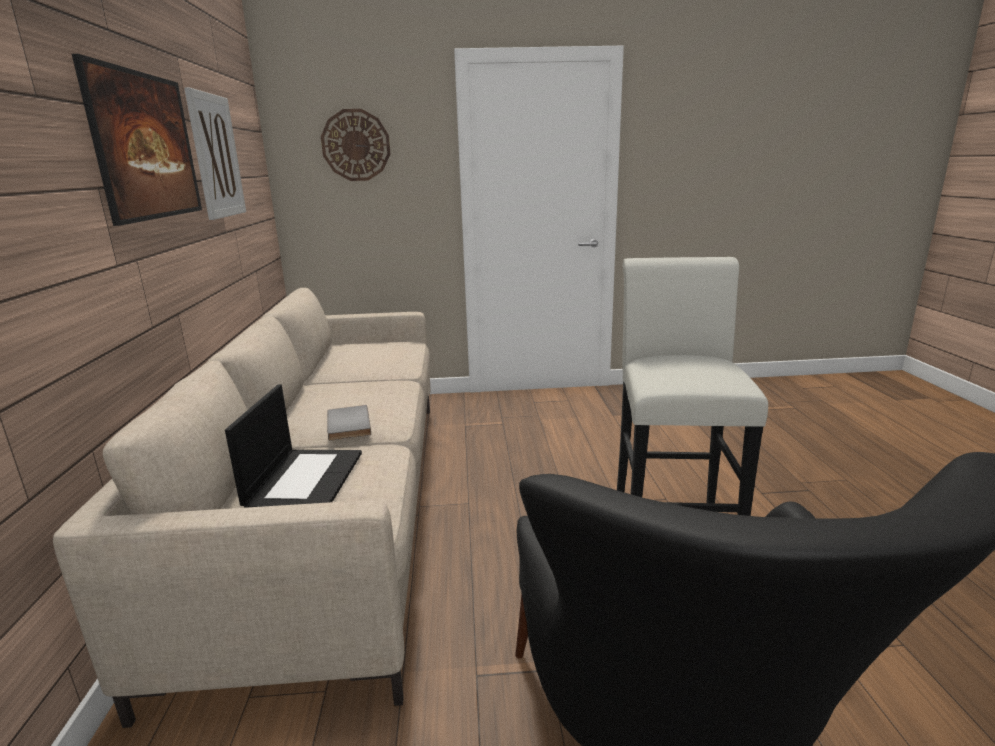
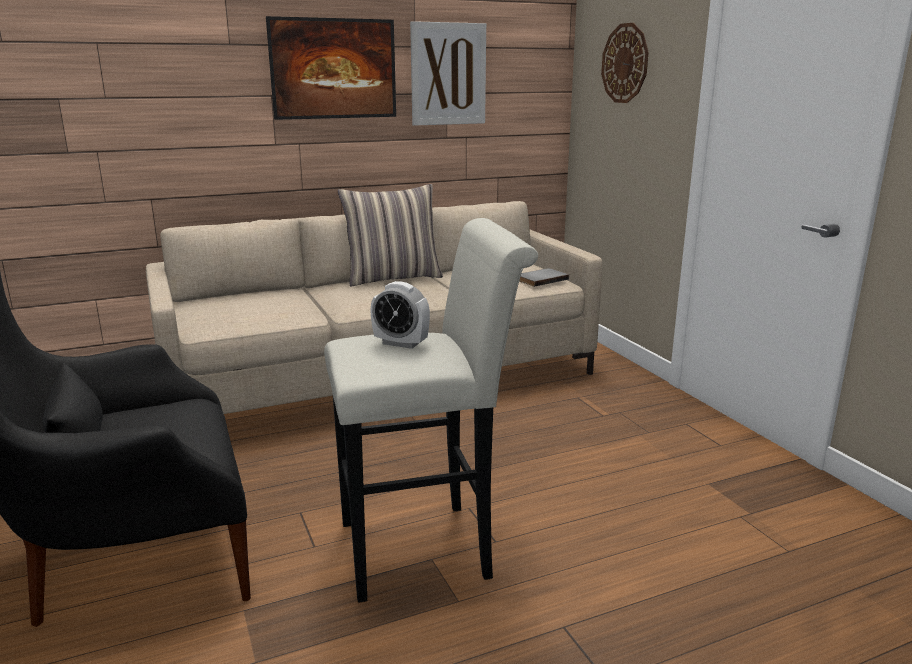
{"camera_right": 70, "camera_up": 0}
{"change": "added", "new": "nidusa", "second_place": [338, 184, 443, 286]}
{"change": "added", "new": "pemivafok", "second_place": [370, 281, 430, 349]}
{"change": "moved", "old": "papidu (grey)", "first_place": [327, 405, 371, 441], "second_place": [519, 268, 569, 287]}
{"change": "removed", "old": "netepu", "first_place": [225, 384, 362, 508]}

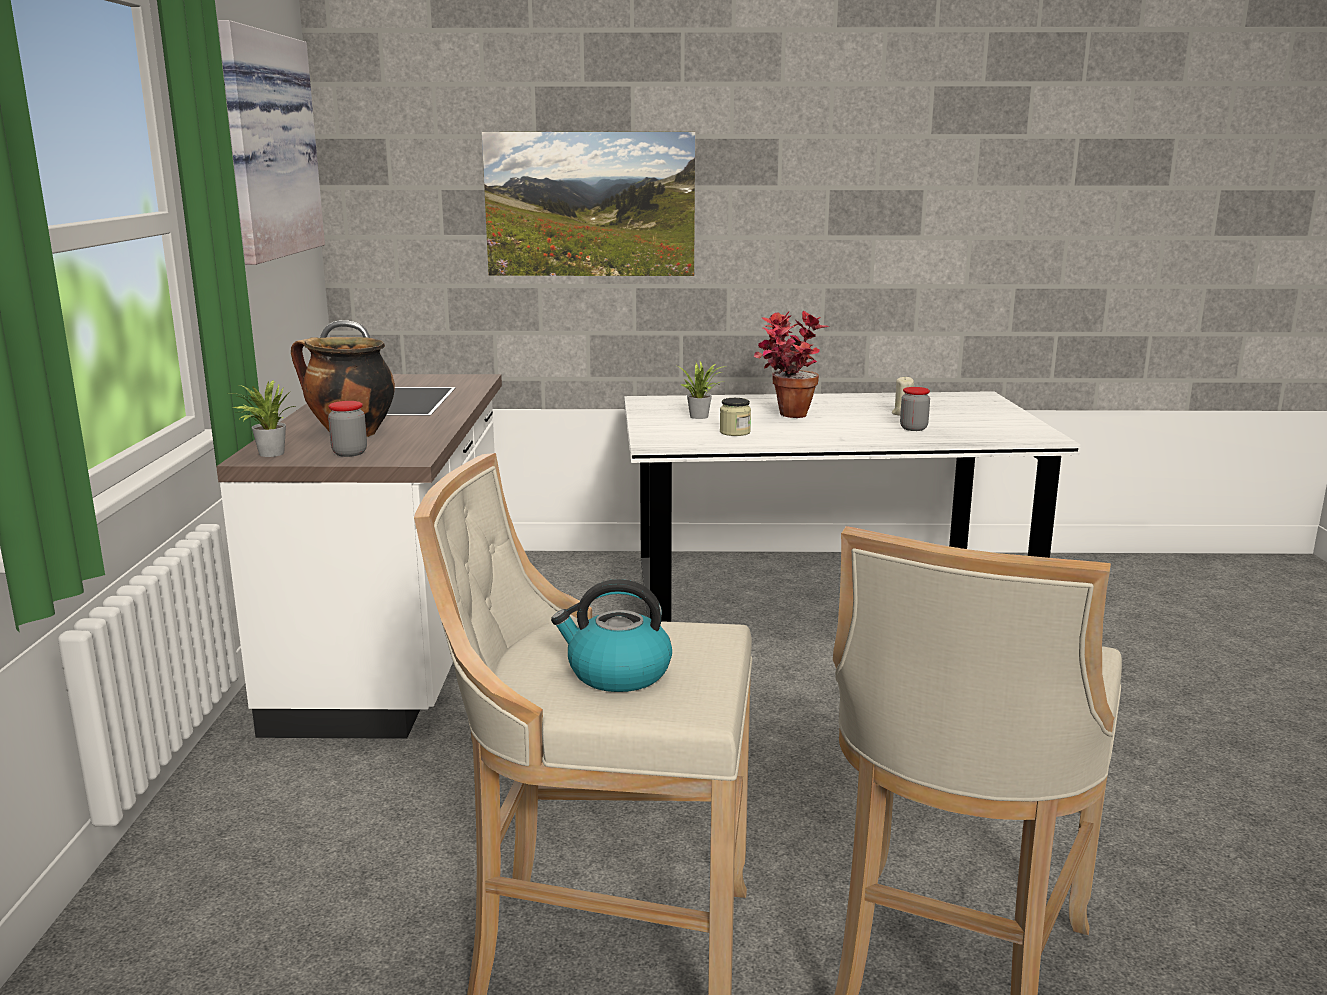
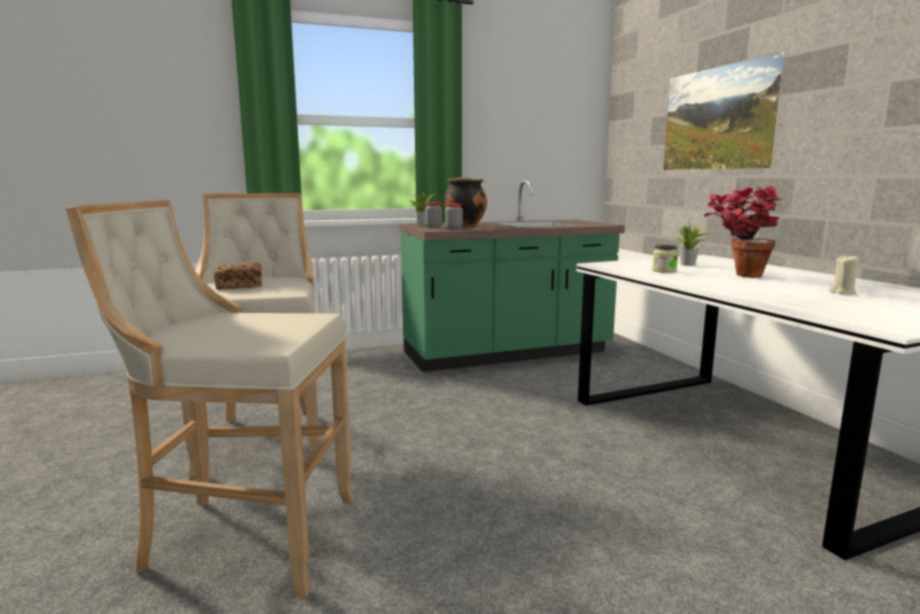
{"camera_right": 70, "camera_up": -5}
{"change": "replaced", "old": "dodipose", "new": "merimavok", "first_place": [551, 579, 672, 692], "second_place": [214, 262, 262, 290]}
{"change": "recoloured", "old": "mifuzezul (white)", "new": "mifuzezul (green)", "first_place": [216, 320, 502, 739], "second_place": [399, 180, 625, 372]}
{"change": "moved", "old": "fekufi", "first_place": [900, 387, 930, 431], "second_place": [445, 203, 463, 230]}
{"change": "removed", "old": "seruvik", "first_place": [218, 20, 325, 265]}

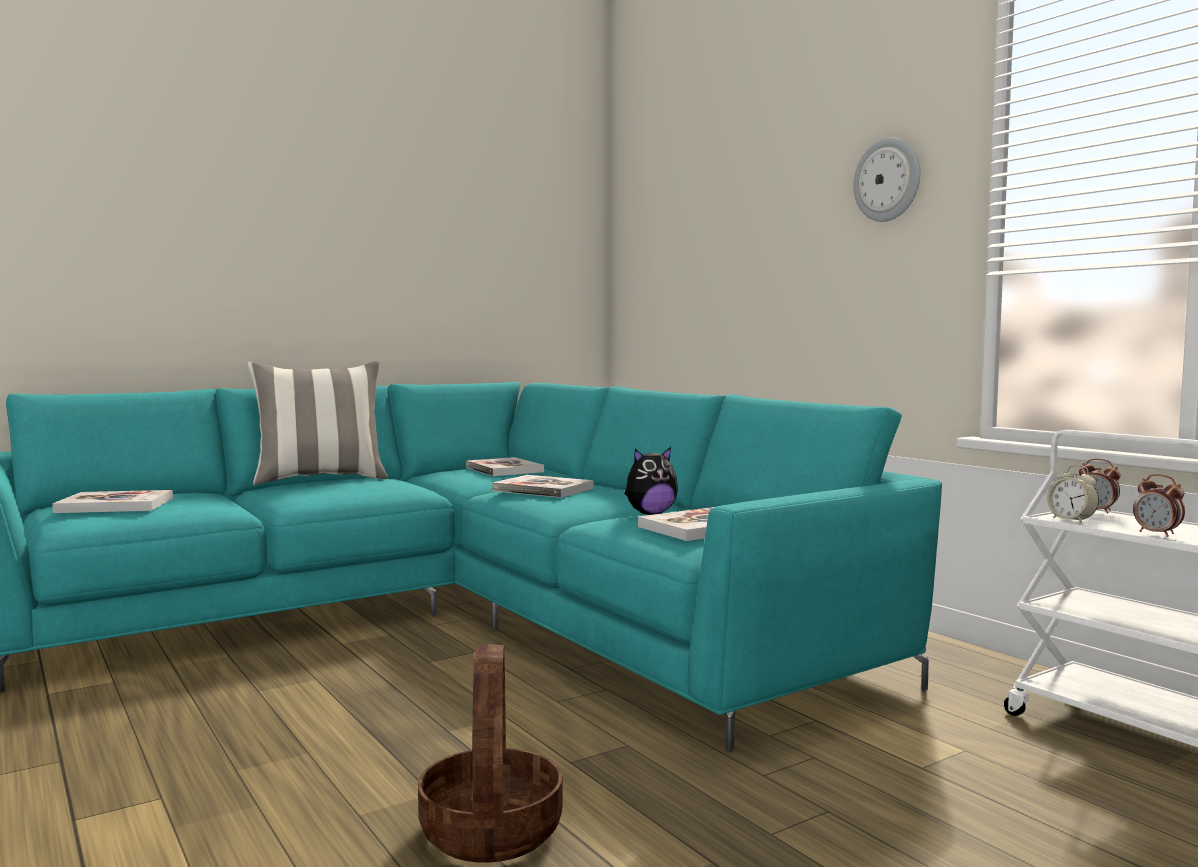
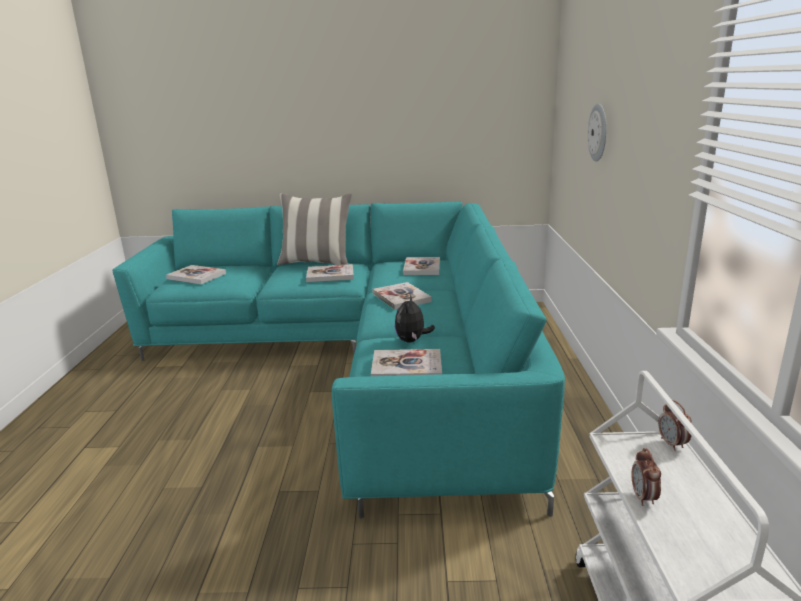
{"camera_right": 35, "camera_up": 15}
{"change": "added", "new": "papidu", "second_place": [306, 264, 354, 282]}
{"change": "turned", "old": "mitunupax", "first_place": [624, 447, 678, 515], "second_place": [395, 295, 435, 343], "degrees": 90}
{"change": "moved", "old": "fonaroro", "first_place": [853, 137, 920, 222], "second_place": [588, 104, 607, 162]}
{"change": "removed", "old": "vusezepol", "first_place": [418, 644, 563, 863]}
{"change": "removed", "old": "pemivafok", "first_place": [1047, 465, 1099, 523]}

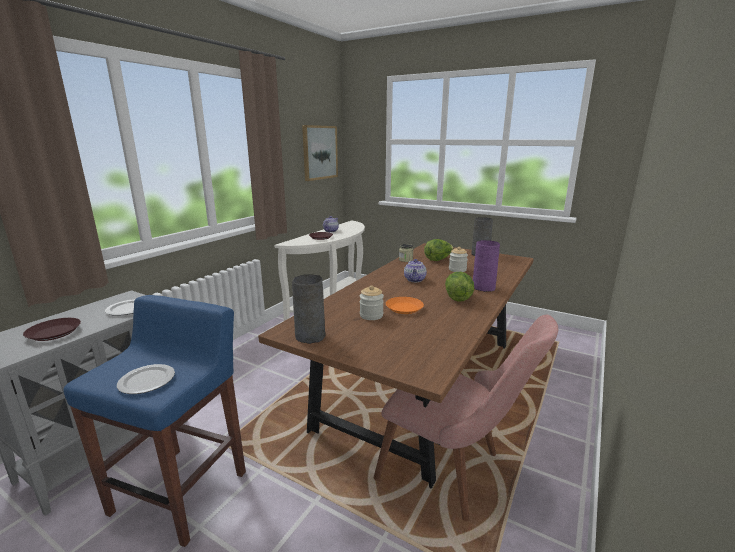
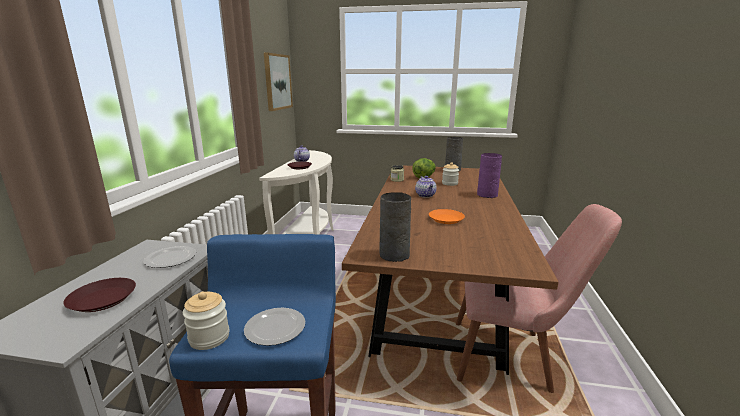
{"camera_right": -20, "camera_up": 0}
{"change": "moved", "old": "fekufi", "first_place": [360, 285, 384, 320], "second_place": [183, 292, 229, 350]}
{"change": "removed", "old": "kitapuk", "first_place": [445, 272, 474, 302]}

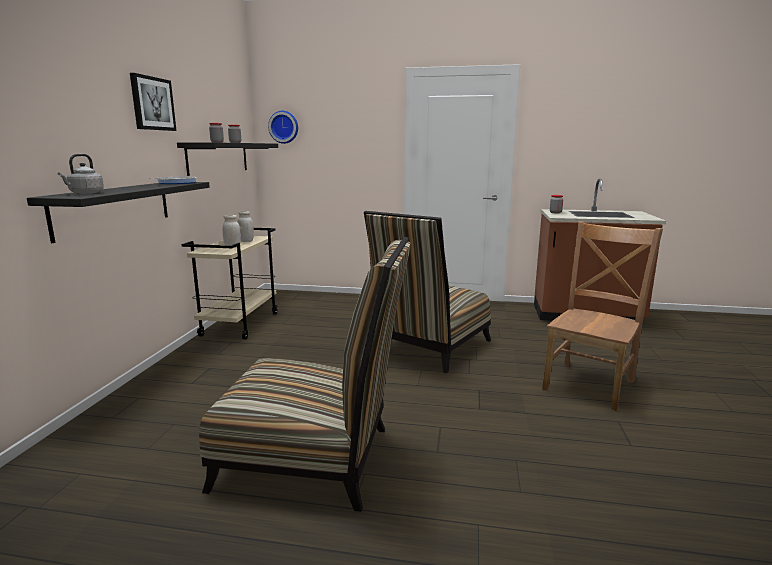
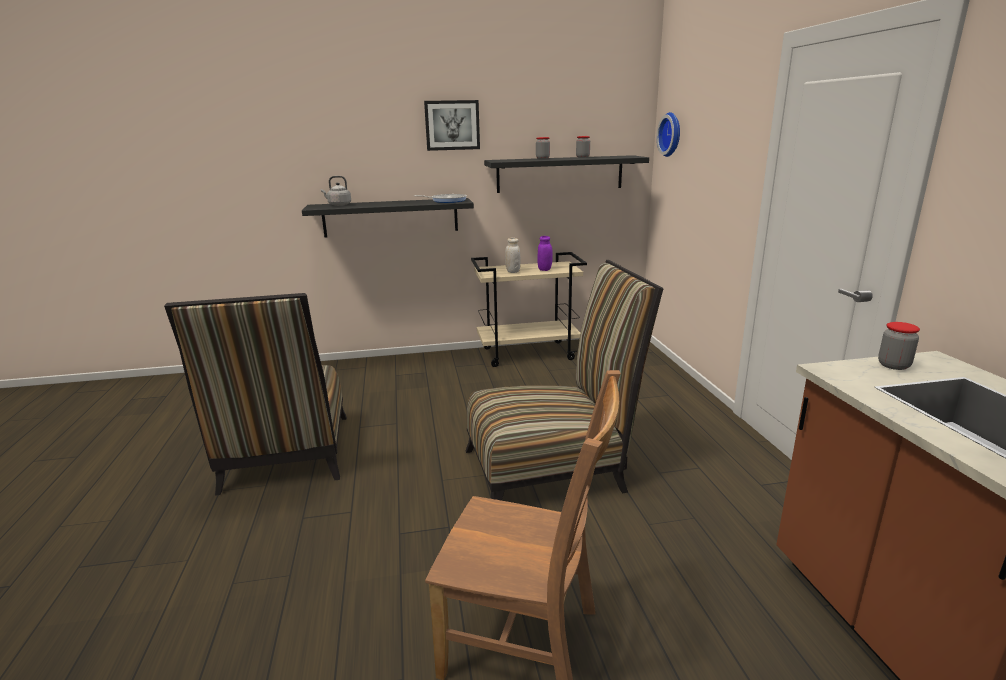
{"camera_right": 70, "camera_up": 5}
{"change": "turned", "old": "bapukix", "first_place": [364, 211, 491, 373], "second_place": [466, 260, 664, 501], "degrees": 150}
{"change": "recoloured", "old": "fekufi (white)", "new": "fekufi (purple)", "first_place": [237, 211, 254, 242], "second_place": [537, 236, 553, 271]}

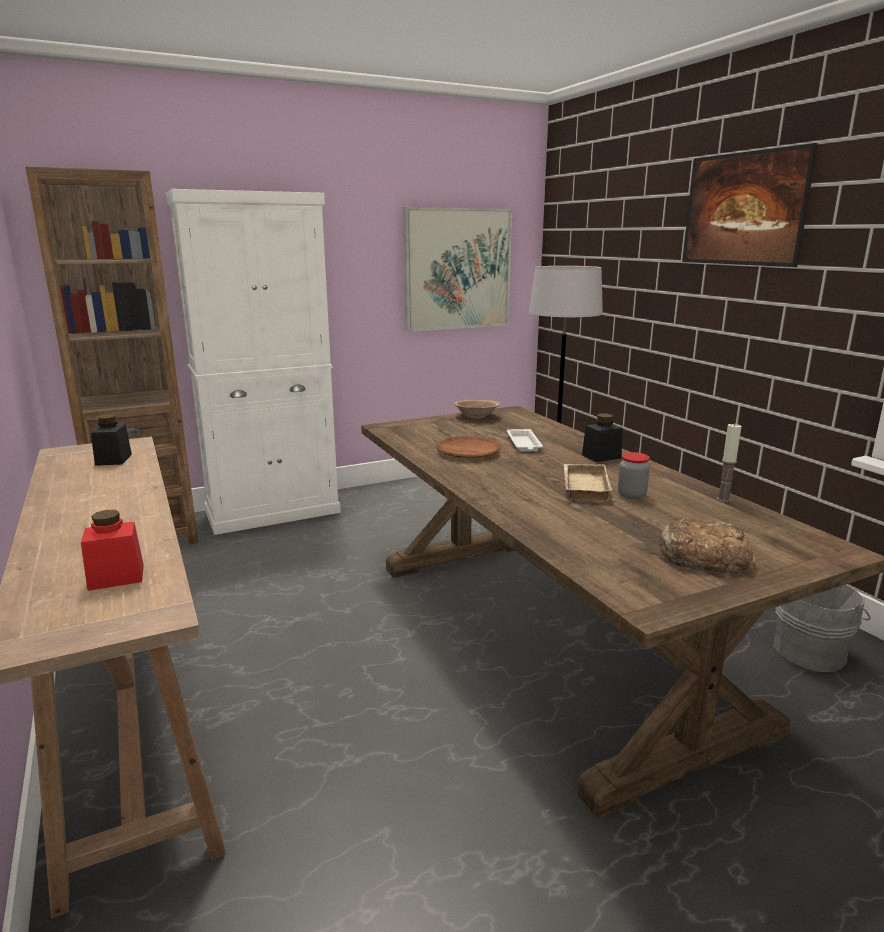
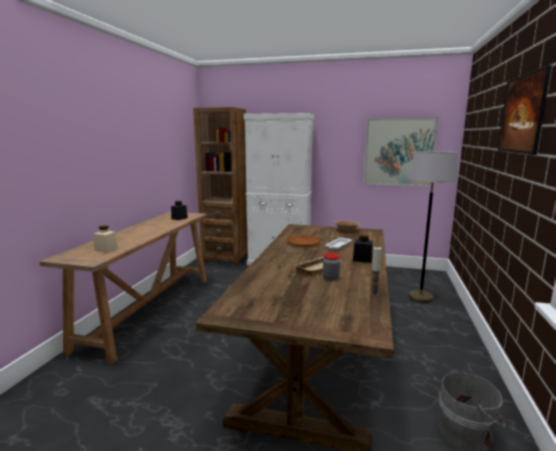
{"camera_right": 40, "camera_up": -5}
{"change": "recoloured", "old": "fekufi (red)", "new": "fekufi (beige)", "first_place": [81, 510, 144, 591], "second_place": [93, 225, 118, 253]}
{"change": "removed", "old": "merimavok", "first_place": [660, 518, 756, 574]}

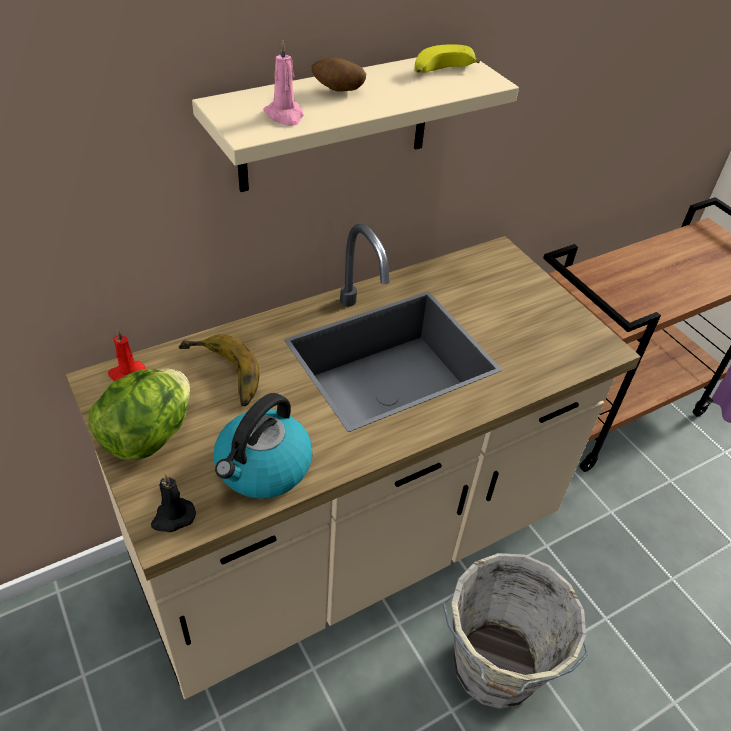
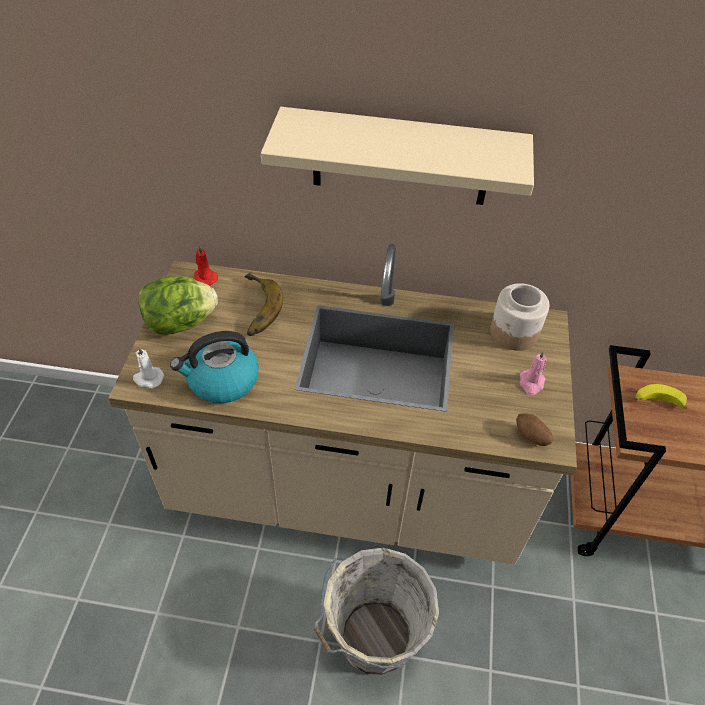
{"camera_right": 40, "camera_up": 5}
{"change": "recoloured", "old": "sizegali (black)", "new": "sizegali (white)", "first_place": [151, 473, 196, 532], "second_place": [133, 346, 164, 388]}
{"change": "added", "new": "fekufi", "second_place": [490, 283, 549, 351]}
{"change": "moved", "old": "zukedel", "first_place": [312, 57, 366, 92], "second_place": [516, 413, 553, 446]}
{"change": "moved", "old": "sizegali (pink)", "first_place": [263, 40, 303, 126], "second_place": [520, 350, 546, 395]}
{"change": "moved", "old": "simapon", "first_place": [414, 44, 480, 73], "second_place": [635, 384, 688, 409]}

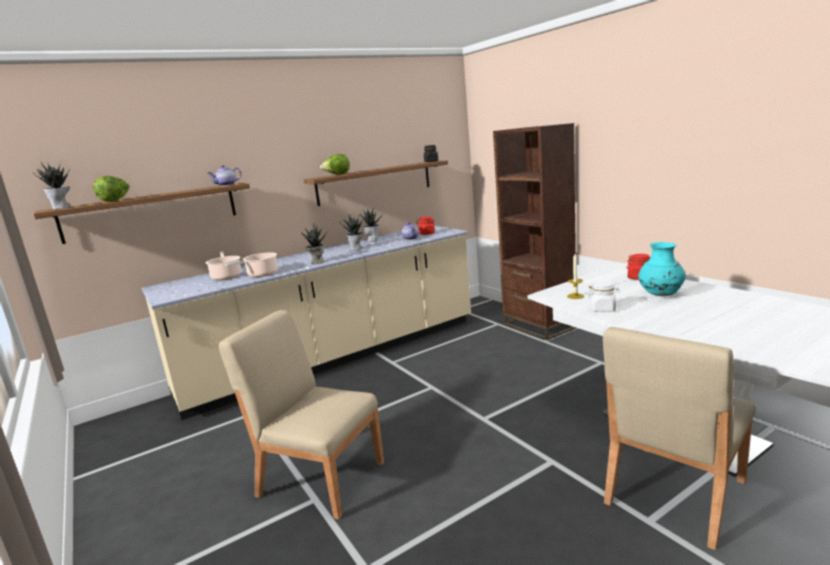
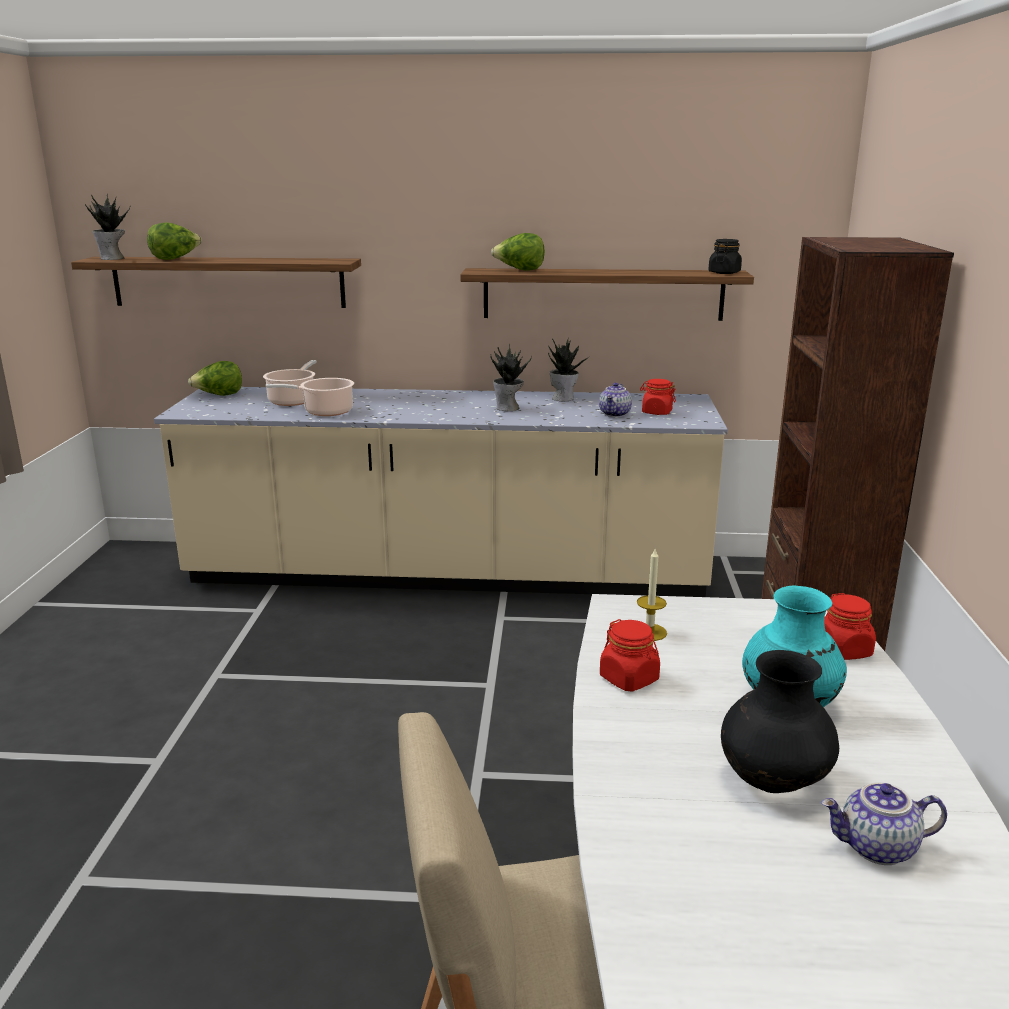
{"camera_right": 35, "camera_up": 5}
{"change": "added", "new": "kitapuk", "second_place": [188, 361, 242, 396]}
{"change": "recoloured", "old": "fekufi (white)", "new": "fekufi (red)", "first_place": [587, 281, 620, 312], "second_place": [600, 619, 660, 692]}
{"change": "added", "new": "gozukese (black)", "second_place": [721, 650, 839, 793]}
{"change": "moved", "old": "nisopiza", "first_place": [207, 165, 242, 186], "second_place": [821, 782, 947, 865]}
{"change": "removed", "old": "bapukix (beige)", "first_place": [219, 310, 384, 520]}
{"change": "removed", "old": "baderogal", "first_place": [301, 223, 328, 264]}

